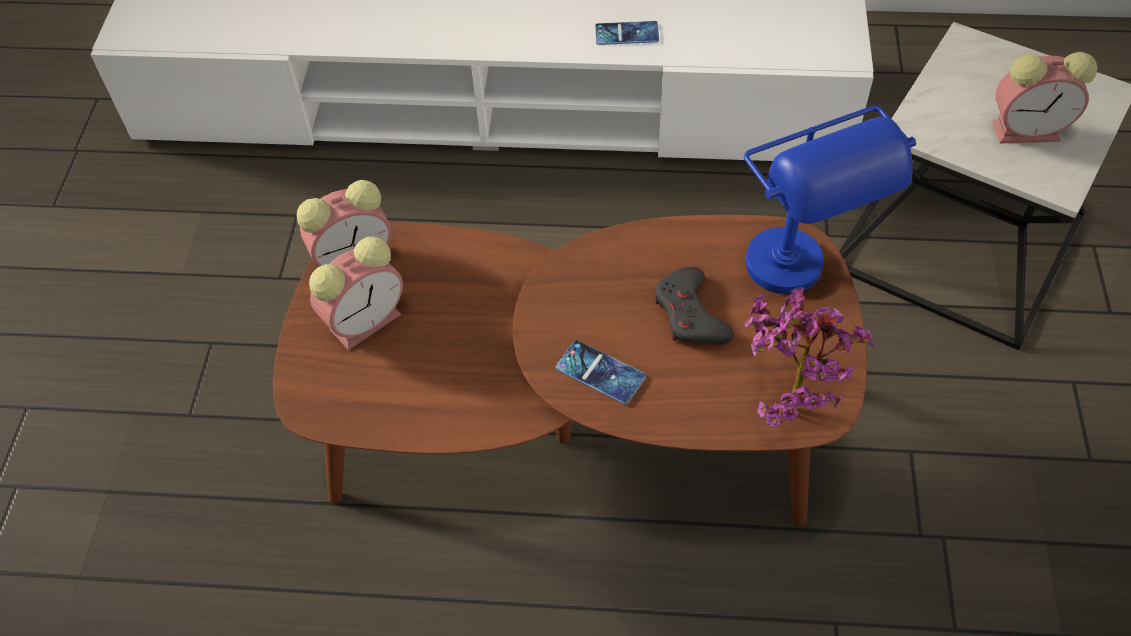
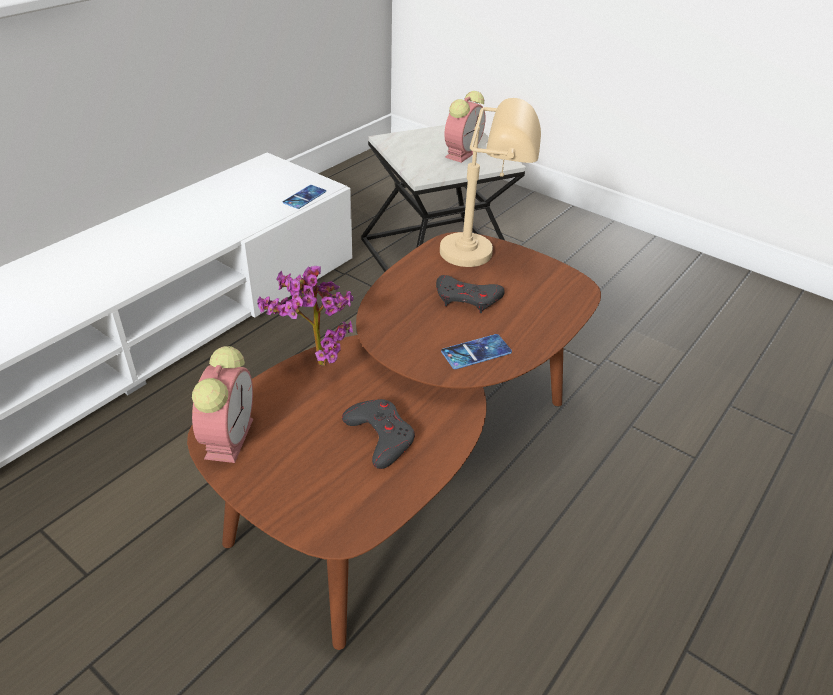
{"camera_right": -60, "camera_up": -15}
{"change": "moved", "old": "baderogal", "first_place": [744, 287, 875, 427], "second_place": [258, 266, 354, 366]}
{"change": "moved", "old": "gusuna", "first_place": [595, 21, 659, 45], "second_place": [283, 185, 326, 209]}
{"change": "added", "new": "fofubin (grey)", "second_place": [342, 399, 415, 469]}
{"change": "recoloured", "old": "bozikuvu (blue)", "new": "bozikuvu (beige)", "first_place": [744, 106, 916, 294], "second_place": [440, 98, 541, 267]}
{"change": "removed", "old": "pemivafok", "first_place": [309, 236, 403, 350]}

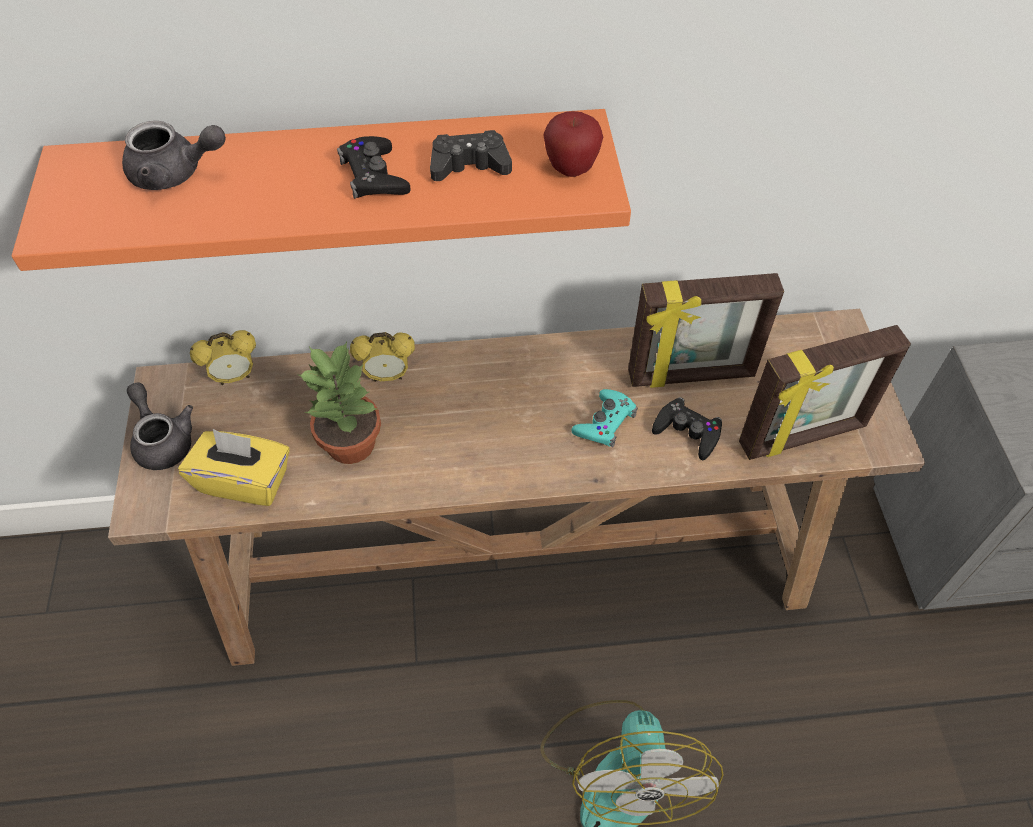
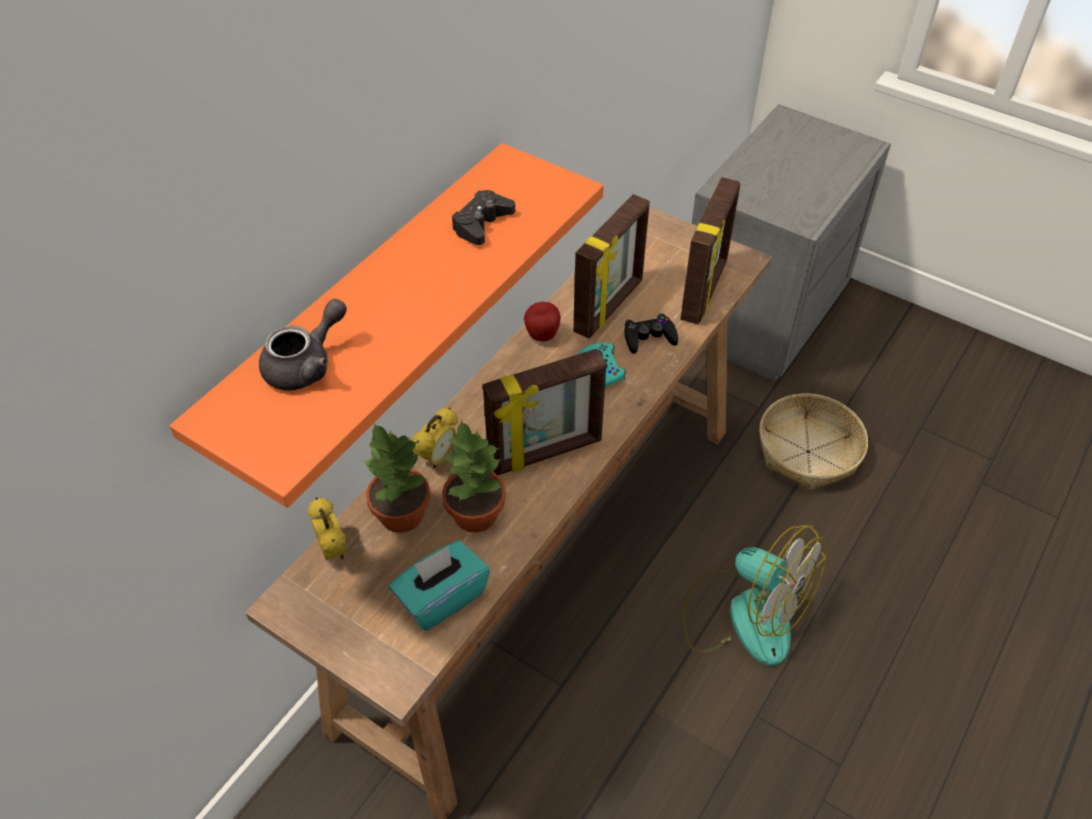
{"camera_right": -50, "camera_up": -5}
{"change": "turned", "old": "pemivafok", "first_place": [190, 330, 256, 385], "second_place": [308, 497, 347, 560], "degrees": -45}
{"change": "added", "new": "baderogal", "second_place": [363, 423, 430, 533]}
{"change": "recoloured", "old": "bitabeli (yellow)", "new": "bitabeli (turquoise)", "first_place": [178, 429, 290, 506], "second_place": [389, 541, 490, 631]}
{"change": "added", "new": "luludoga", "second_place": [483, 349, 606, 475]}
{"change": "moved", "old": "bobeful", "first_place": [543, 111, 603, 177], "second_place": [524, 302, 561, 342]}
{"change": "added", "new": "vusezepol", "second_place": [759, 394, 868, 491]}
{"change": "removed", "old": "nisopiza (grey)", "first_place": [127, 382, 193, 470]}
{"change": "removed", "old": "fofubin (black)", "first_place": [337, 136, 411, 199]}

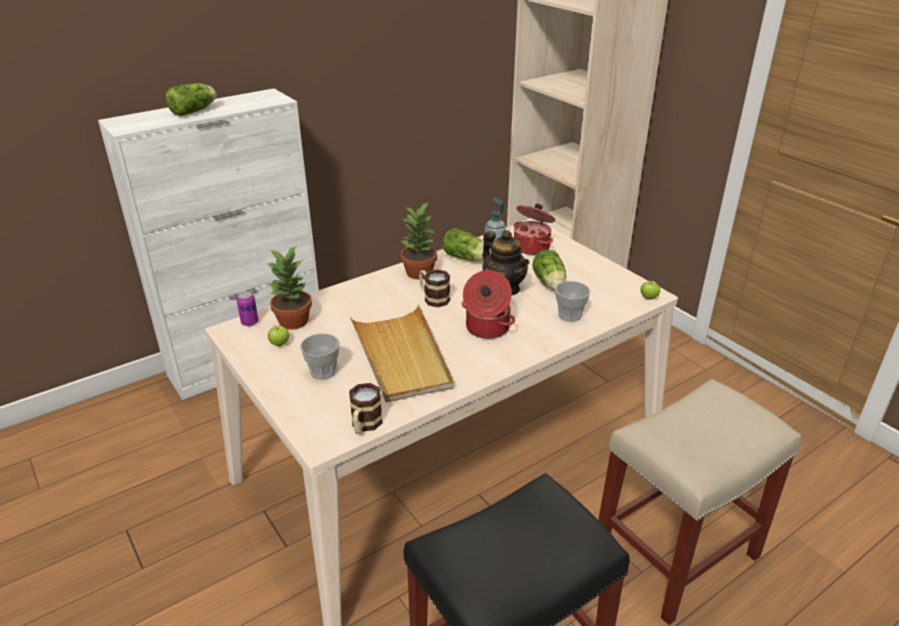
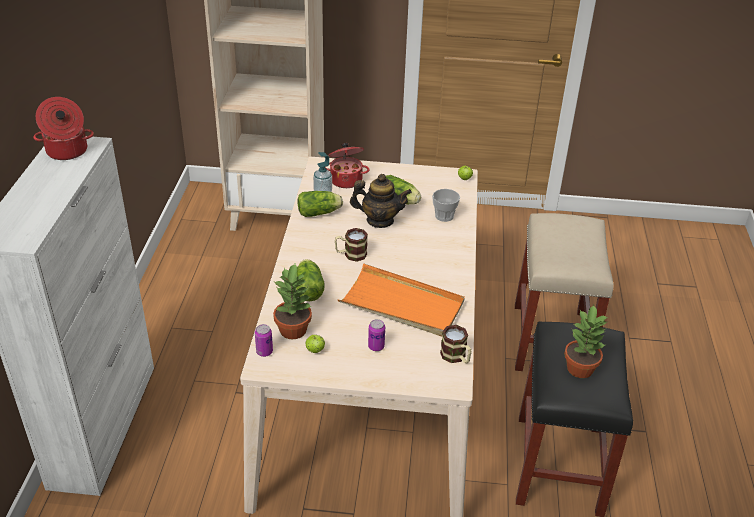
{"camera_right": -50, "camera_up": 5}
{"change": "moved", "old": "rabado", "first_place": [462, 270, 515, 339], "second_place": [33, 97, 94, 160]}
{"change": "moved", "old": "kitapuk", "first_place": [166, 83, 217, 116], "second_place": [296, 259, 325, 301]}
{"change": "recoloured", "old": "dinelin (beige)", "new": "dinelin (orange)", "first_place": [350, 305, 454, 402], "second_place": [338, 263, 465, 337]}
{"change": "replaced", "old": "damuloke", "new": "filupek", "first_place": [300, 334, 340, 380], "second_place": [368, 319, 385, 351]}
{"change": "moved", "old": "baderogal", "first_place": [400, 203, 437, 279], "second_place": [564, 305, 609, 378]}

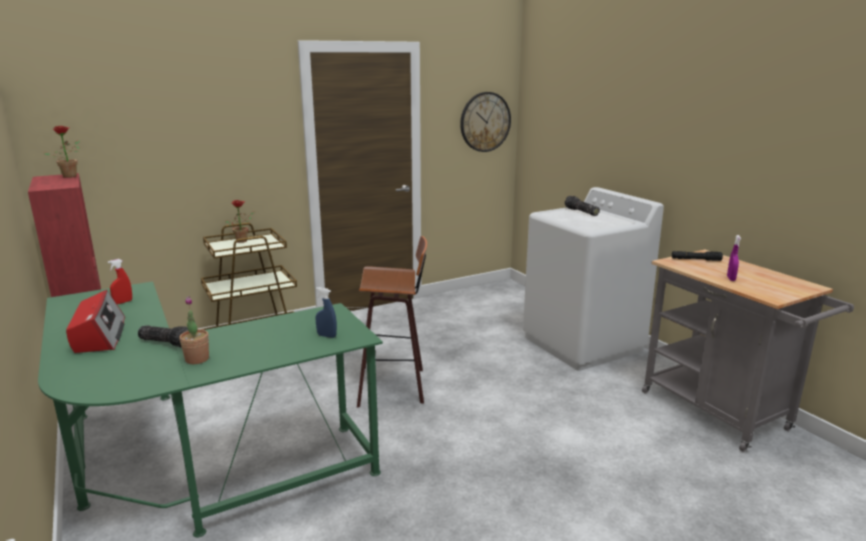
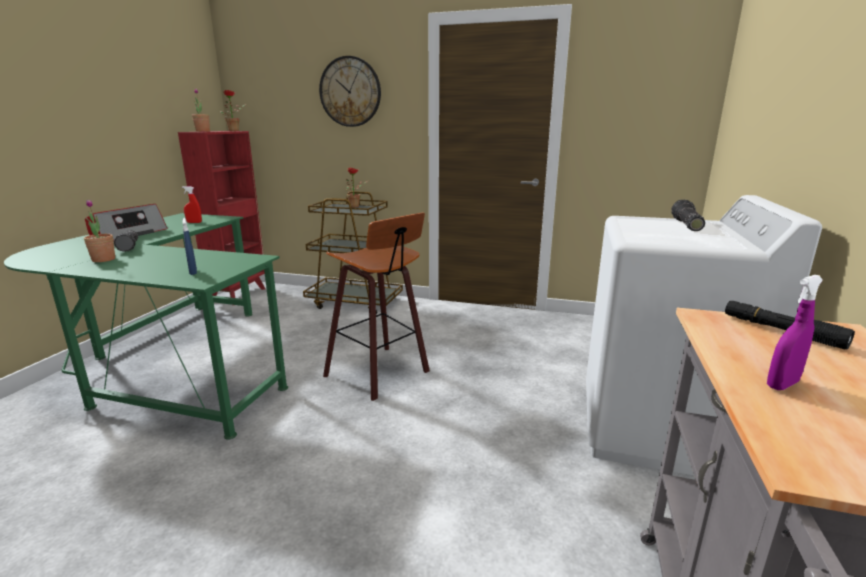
{"camera_right": 45, "camera_up": 0}
{"change": "added", "new": "baderogal", "second_place": [192, 88, 210, 132]}
{"change": "moved", "old": "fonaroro", "first_place": [460, 92, 511, 152], "second_place": [319, 56, 381, 127]}

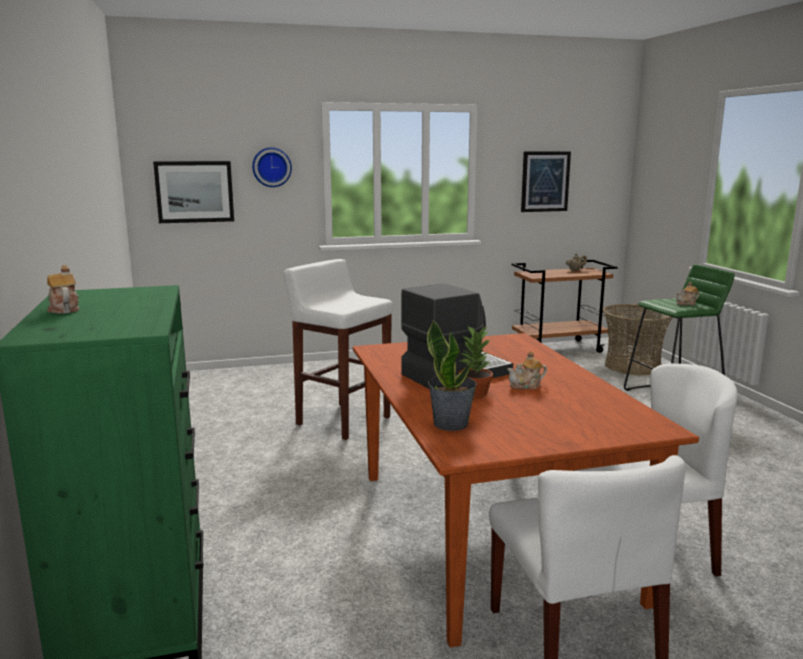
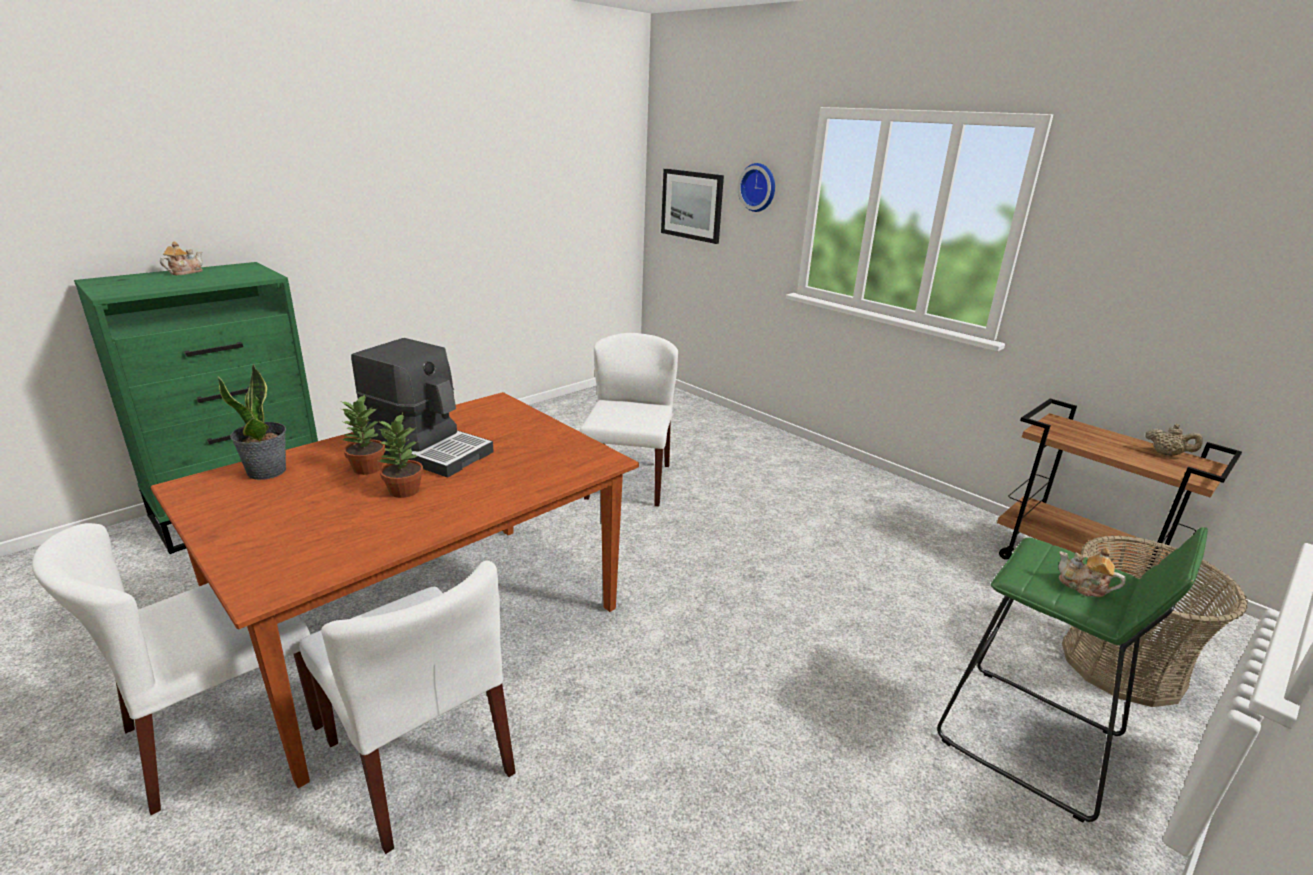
{"camera_right": 60, "camera_up": 10}
{"change": "replaced", "old": "nisopiza", "new": "baderogal", "first_place": [507, 351, 547, 389], "second_place": [379, 413, 423, 498]}
{"change": "replaced", "old": "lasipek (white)", "new": "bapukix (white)", "first_place": [283, 259, 393, 440], "second_place": [579, 333, 678, 506]}
{"change": "removed", "old": "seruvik", "first_place": [521, 151, 571, 212]}

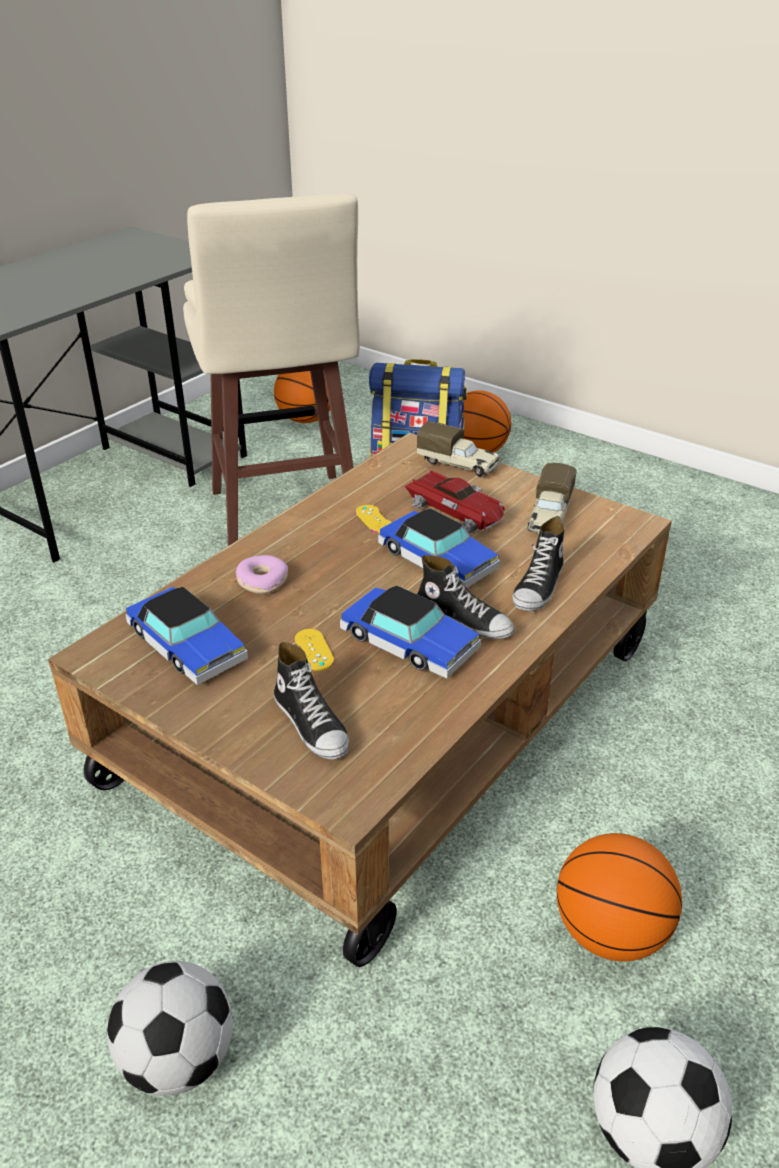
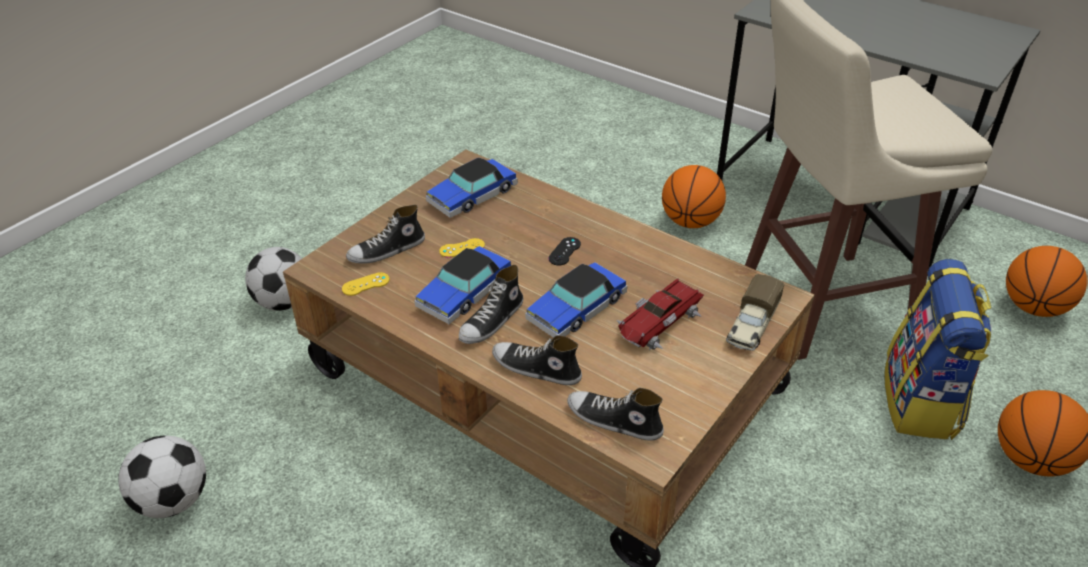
{"camera_right": 90, "camera_up": 5}
{"change": "moved", "old": "fofubin (yellow)", "first_place": [356, 505, 392, 533], "second_place": [342, 272, 390, 296]}
{"change": "added", "new": "fofubin (black)", "second_place": [548, 237, 581, 266]}
{"change": "added", "new": "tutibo", "second_place": [567, 388, 664, 441]}
{"change": "moved", "old": "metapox", "first_place": [557, 833, 682, 961], "second_place": [662, 165, 726, 228]}
{"change": "removed", "old": "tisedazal", "first_place": [236, 555, 288, 594]}
{"change": "removed", "old": "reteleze", "first_place": [527, 463, 577, 534]}

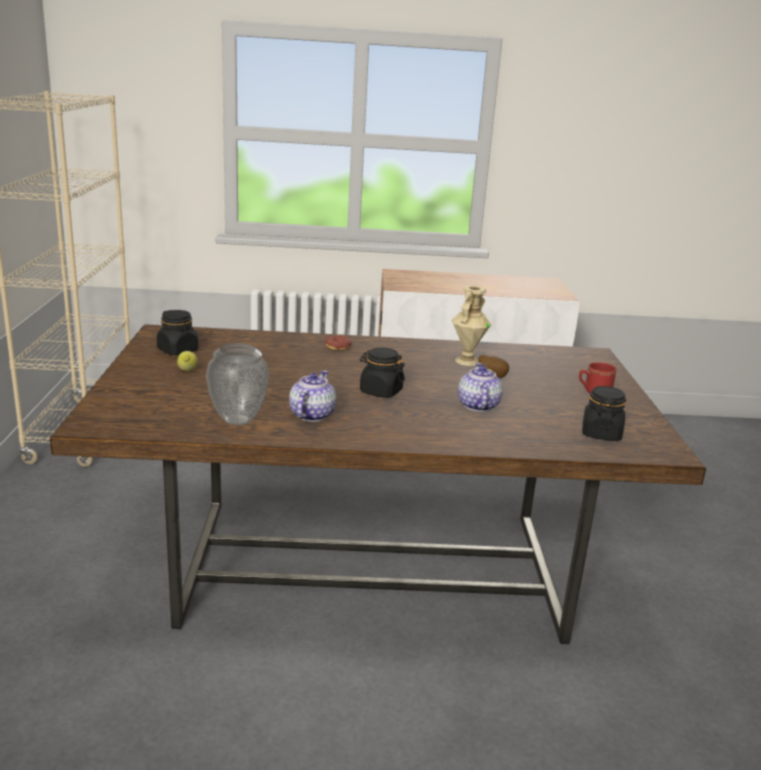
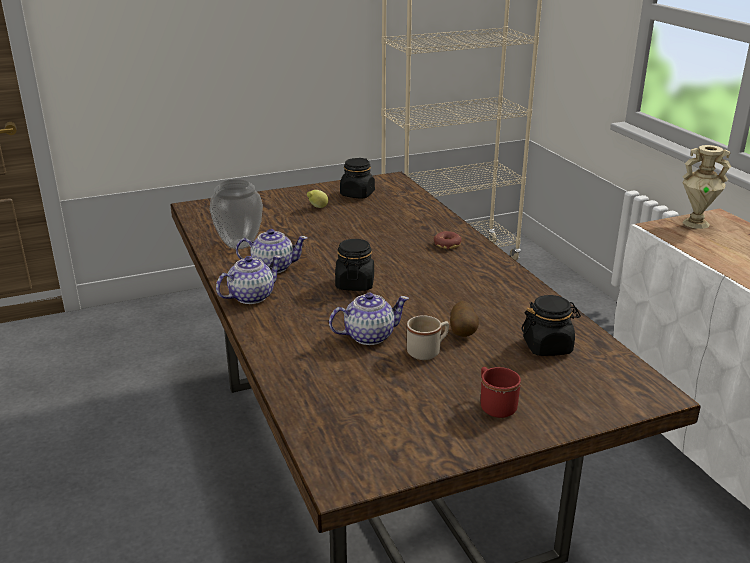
{"camera_right": 70, "camera_up": 5}
{"change": "added", "new": "nisopiza", "second_place": [216, 255, 282, 304]}
{"change": "added", "new": "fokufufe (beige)", "second_place": [407, 315, 449, 360]}
{"change": "moved", "old": "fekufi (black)", "first_place": [582, 386, 626, 441], "second_place": [521, 295, 581, 356]}
{"change": "moved", "old": "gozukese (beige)", "first_place": [452, 285, 491, 366], "second_place": [682, 145, 731, 229]}

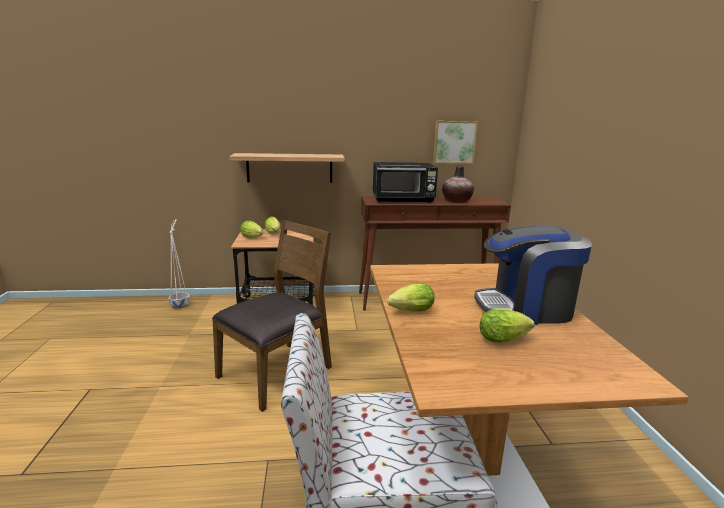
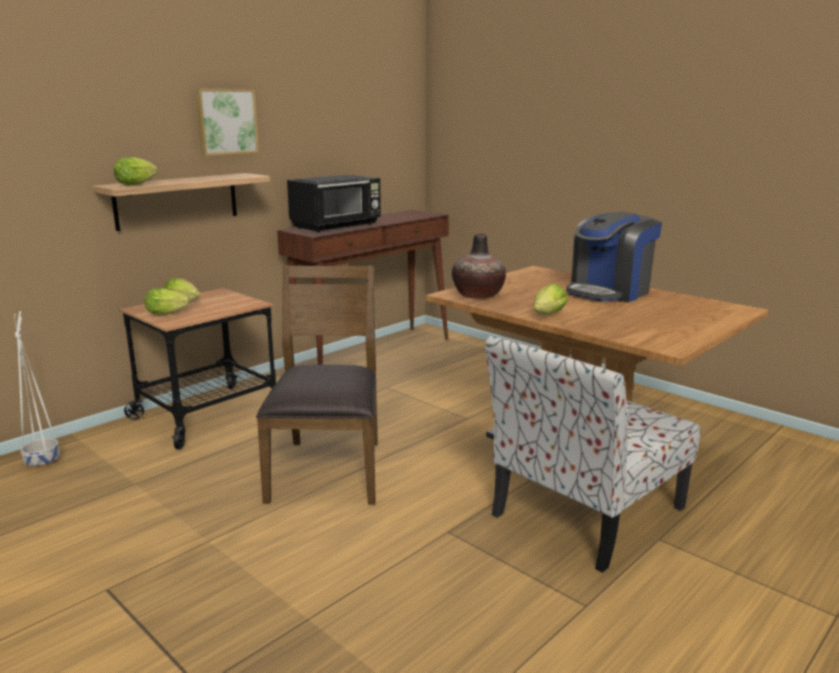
{"camera_right": -40, "camera_up": 0}
{"change": "moved", "old": "kitapuk", "first_place": [480, 308, 535, 343], "second_place": [114, 157, 158, 185]}
{"change": "moved", "old": "seruvik", "first_place": [433, 121, 478, 164], "second_place": [195, 89, 259, 156]}
{"change": "moved", "old": "gozukese", "first_place": [442, 165, 474, 203], "second_place": [452, 234, 506, 299]}

